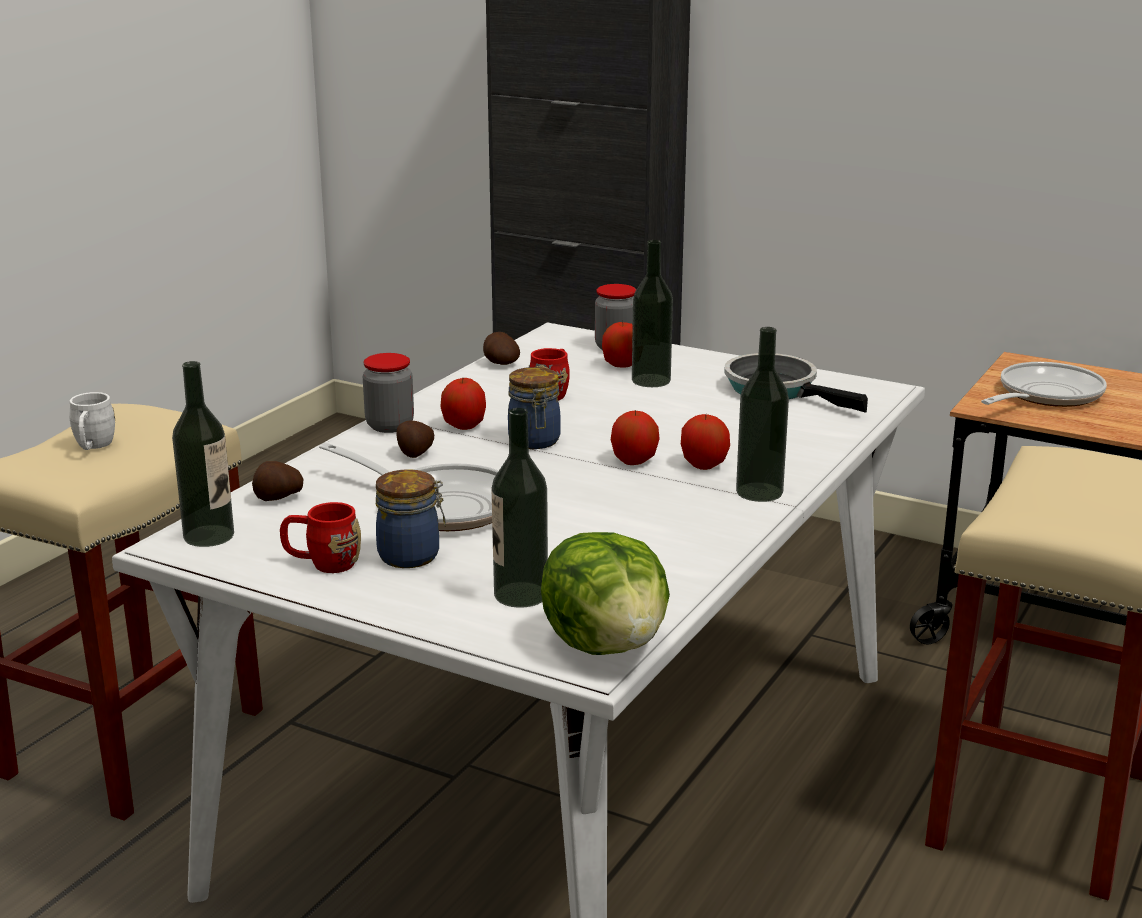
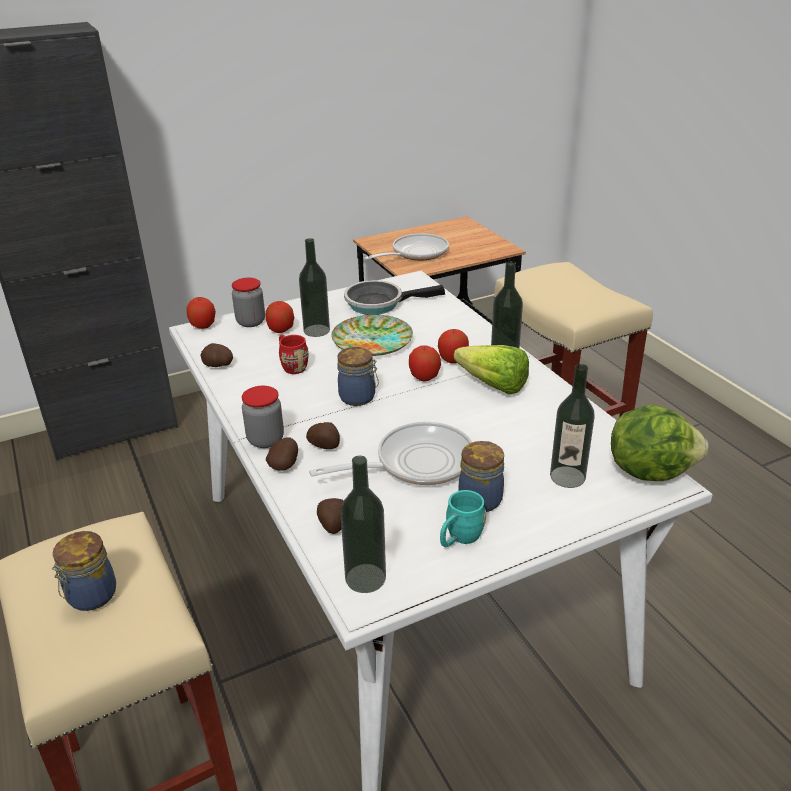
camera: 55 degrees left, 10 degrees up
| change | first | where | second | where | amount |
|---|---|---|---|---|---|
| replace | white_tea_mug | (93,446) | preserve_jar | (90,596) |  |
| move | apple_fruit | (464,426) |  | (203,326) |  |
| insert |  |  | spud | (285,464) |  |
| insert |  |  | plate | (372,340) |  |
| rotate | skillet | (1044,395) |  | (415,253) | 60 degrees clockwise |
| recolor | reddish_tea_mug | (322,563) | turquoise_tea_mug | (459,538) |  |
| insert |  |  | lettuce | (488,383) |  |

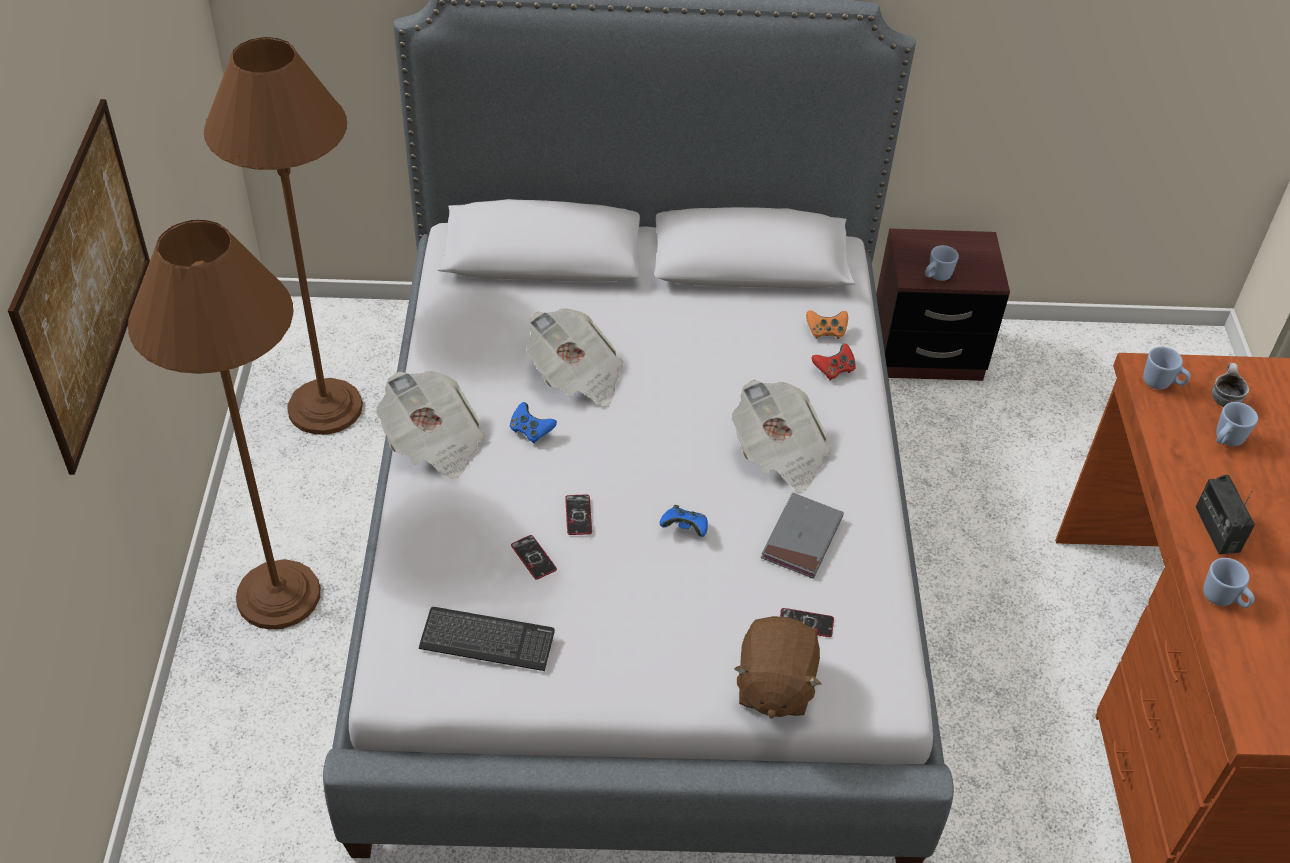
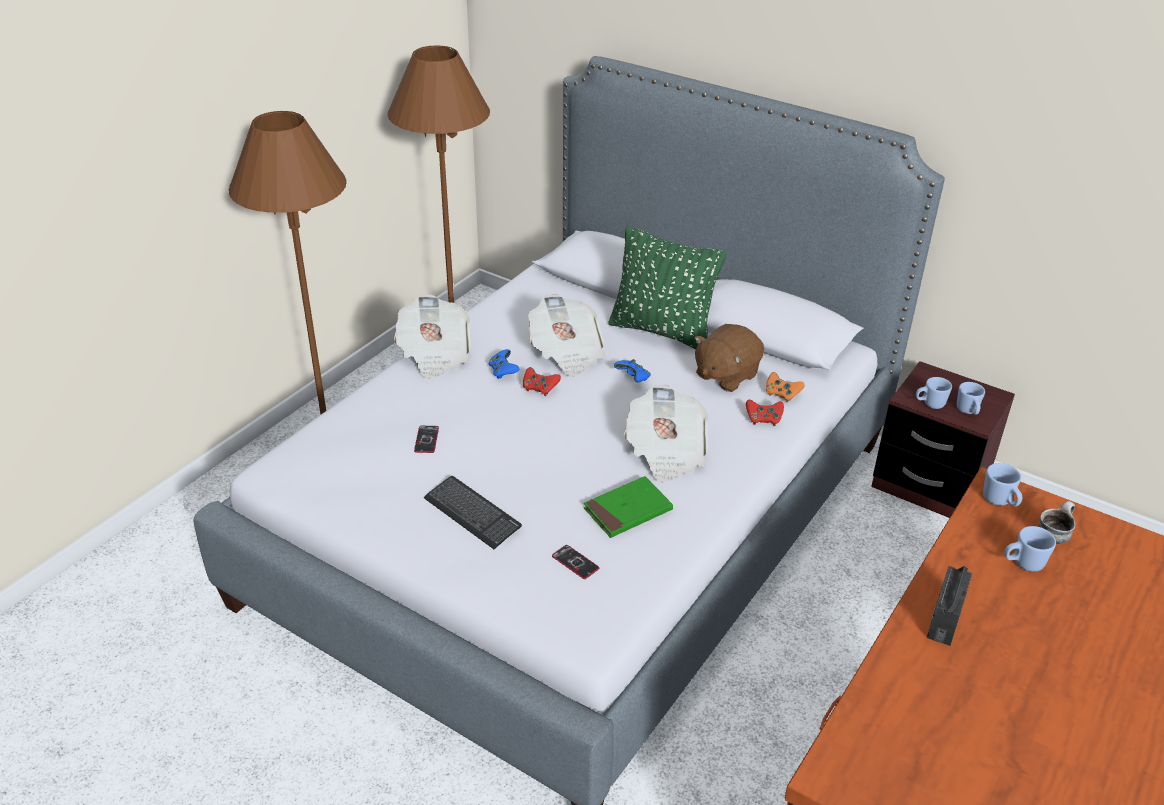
camera: 35 degrees right, 10 degrees down
| change | first | where | second | where | amount |
|---|---|---|---|---|---|
| move | keyboard | (487,641) |  | (472,514) |  |
| insert |  |  | reddish_joypad | (539,388) |  |
| recolor | greyish_volume | (802,538) | greenish_volume | (628,510) |  |
| insert |  |  | greenish_pillow | (662,331) |  |
| move | blue-coloured_joypad | (685,529) |  | (633,378) |  |
| move | brown_cuddly_toy | (773,686) |  | (725,375) |  |
| move | blue-coloured_tea_mug | (1223,600) |  | (968,411) |  |
| delete | wall_art | (85,283) |  |  |  |
| delete | telephone | (578,515) |  |  |  |

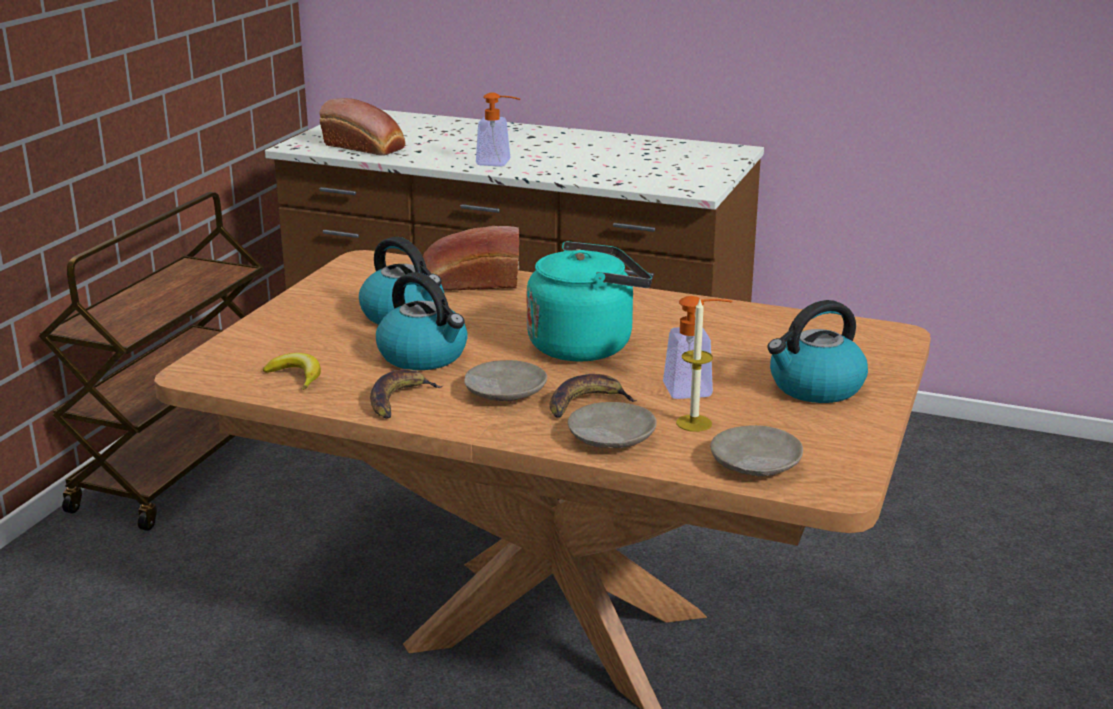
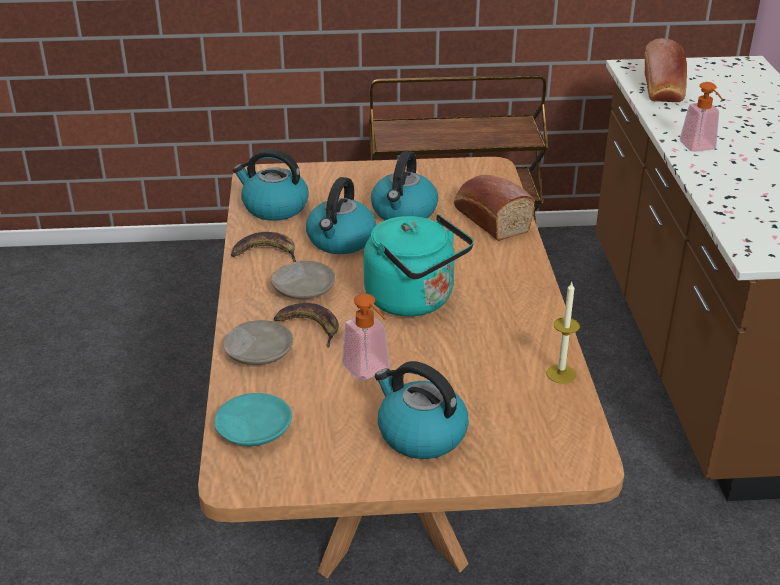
camera: 65 degrees right, 10 degrees up
| change | first | where | second | where | amount |
|---|---|---|---|---|---|
| recolor | beige-coloured_plate | (754,464) | turquoise_plate | (253,429) |  |
| replace | banana_fruit | (296,377) | water_kettle | (274,207) |  |
| move | wax_light | (694,423) |  | (561,374) |  |

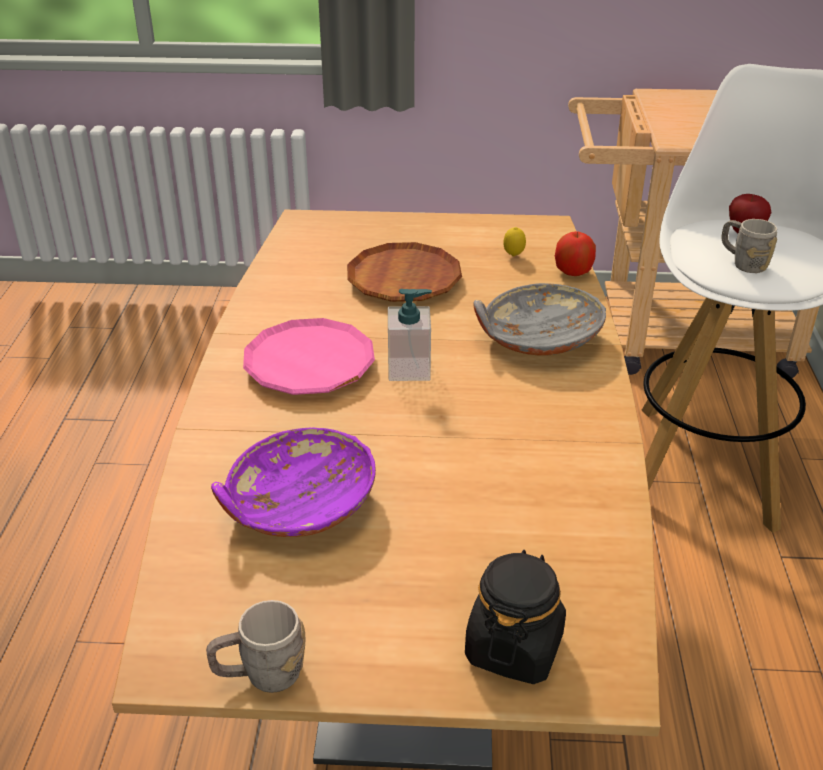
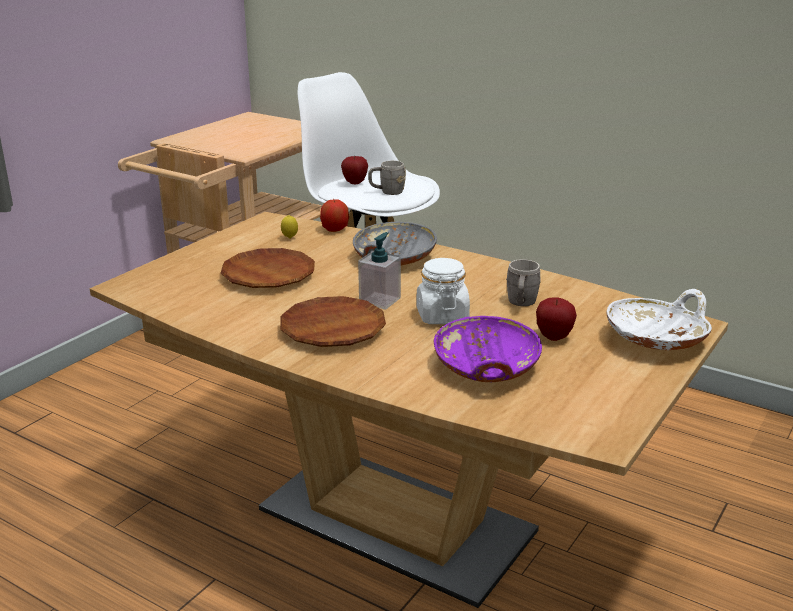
camera: 60 degrees left, 10 degrees down
| change | first | where | second | where | amount |
|---|---|---|---|---|---|
| recolor | pink_plate | (309,364) | brown_plate | (333,329) |  |
| insert |  |  | white_preserve_jar | (442,316) |  |
| move | greyish_tea_mug | (261,675) |  | (521,304) |  |
| insert |  |  | apple_fruit | (554,337) |  |
| replace | black_preserve_jar | (514,647) | white_deep_dish | (657,339) |  |

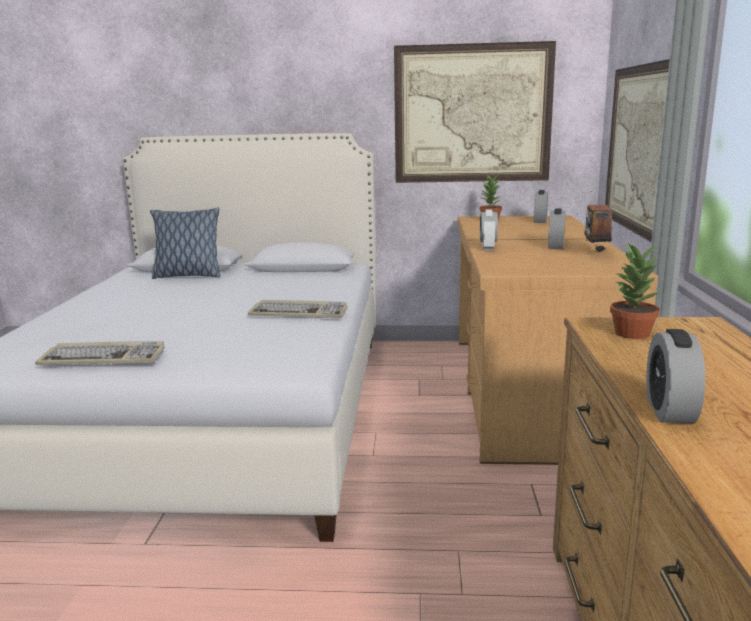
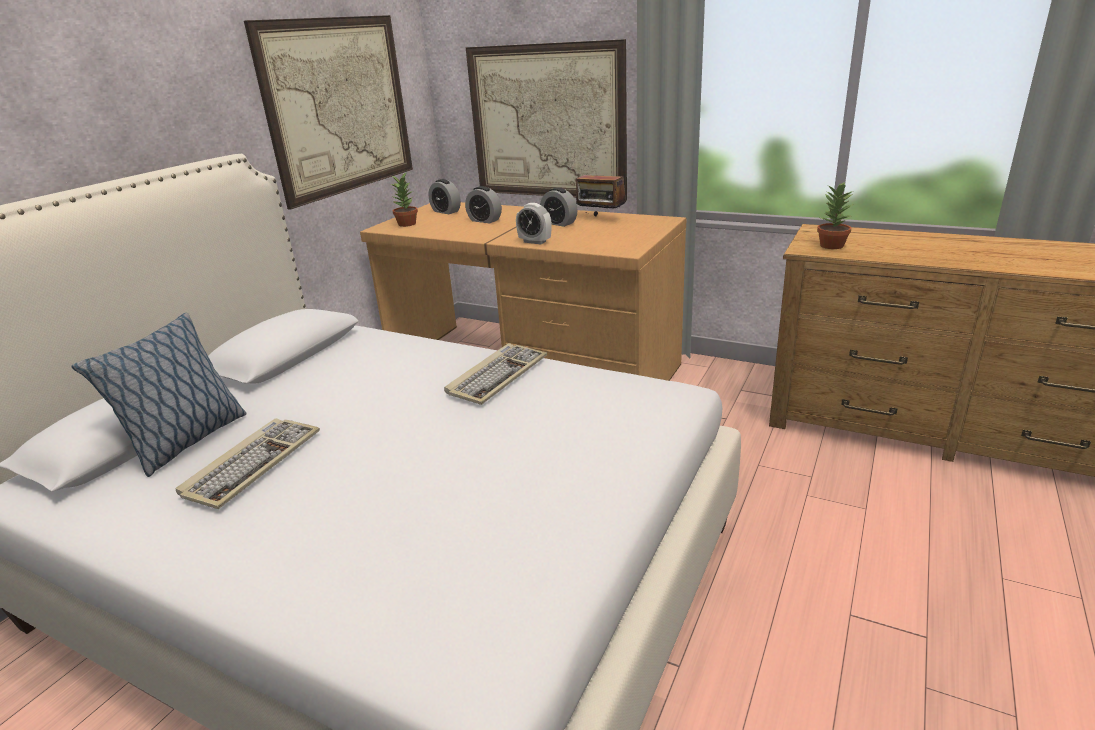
camera: 65 degrees left, 10 degrees up
| change | first | where | second | where | amount |
|---|---|---|---|---|---|
| move | keyboard | (105,358) |  | (252,464) |  |
| move | table_clock | (670,410) |  | (484,220) |  |

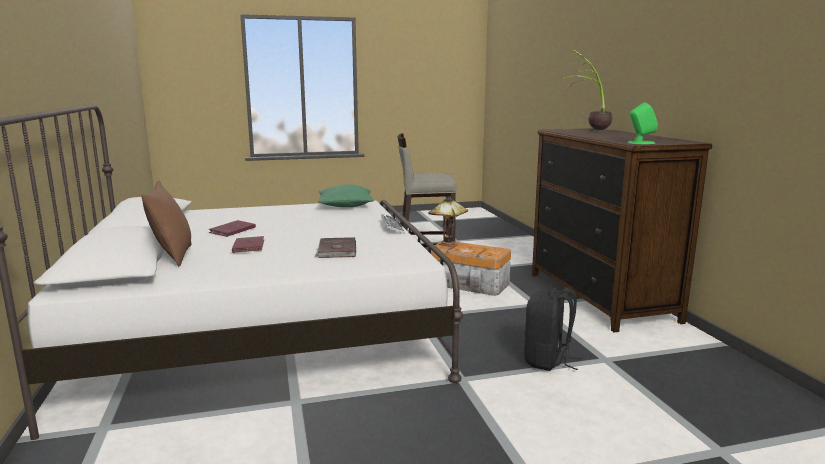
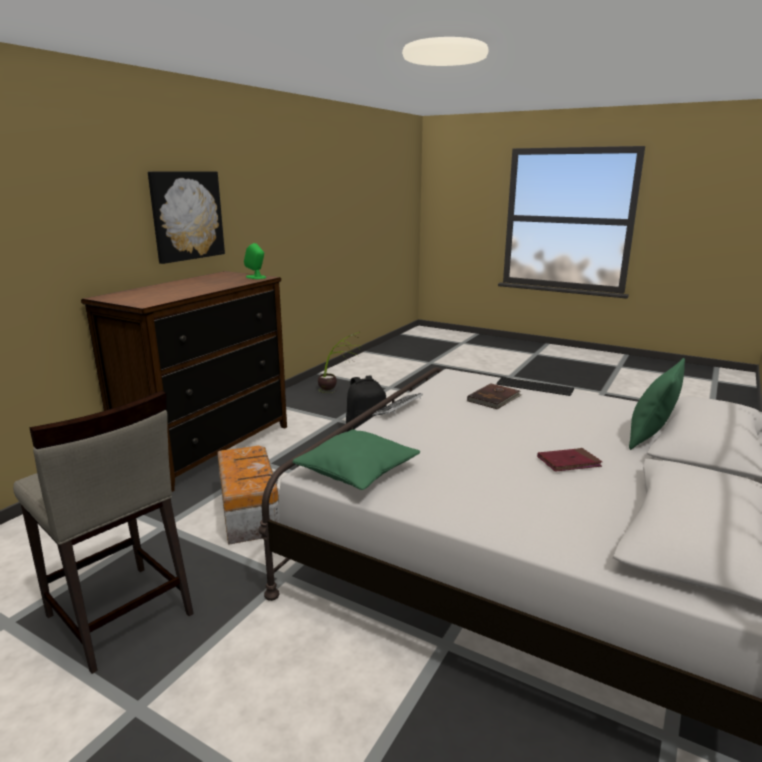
camera: 135 degrees left, 5 degrees up
| change | first | where | second | where | amount |
|---|---|---|---|---|---|
| insert |  |  | wall_art | (187,216) |  |
| move | houseplant | (588,130) |  | (337,391) |  |
| insert |  |  | keyboard | (535,387) |  |
| recolor | brown_pillow | (173,256) | greenish_pillow | (650,437) |  |
| delete | reddish_volume | (248,247) |  |  |  |
| delete | lamp_for_a_table | (448,244) |  |  |  |

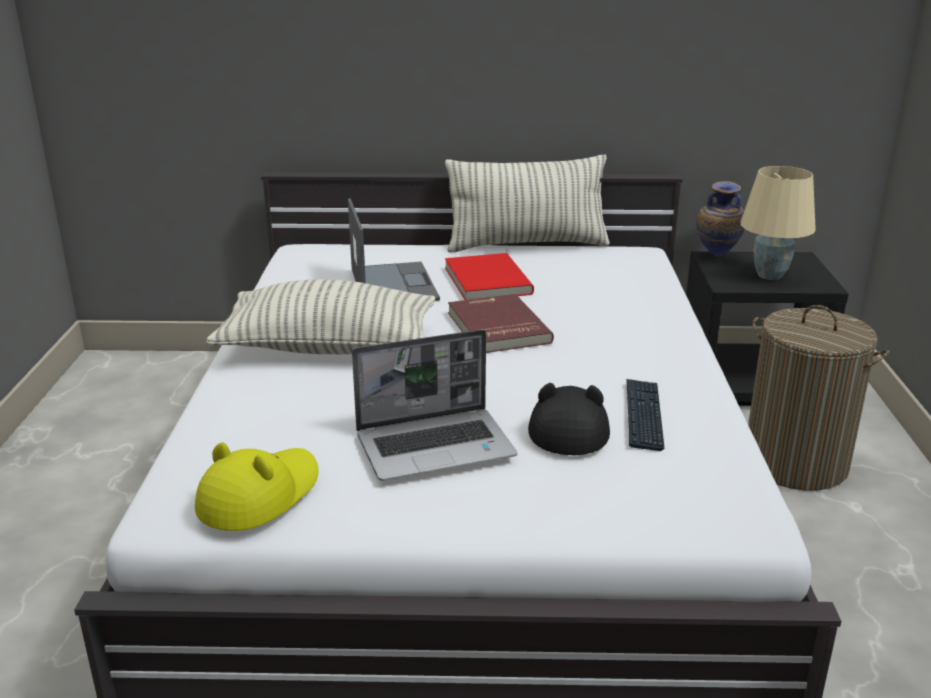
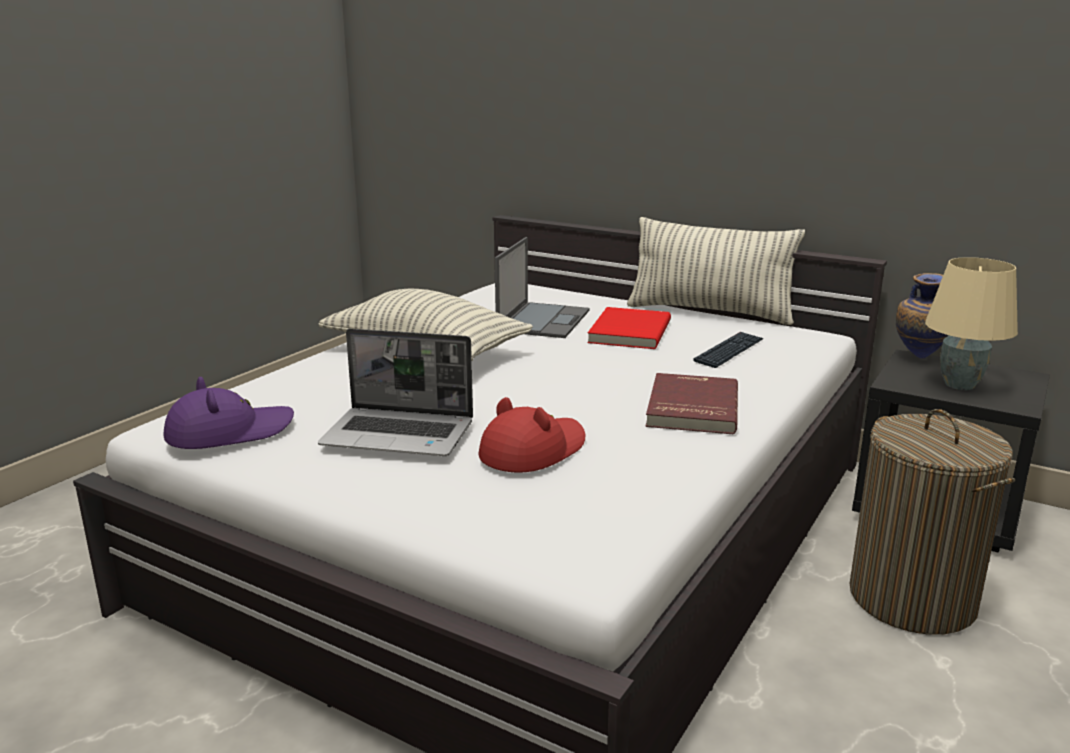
camera: 30 degrees right, 5 degrees down
| change | first | where | second | where | amount |
|---|---|---|---|---|---|
| recolor | yellow_hat | (259,495) | purplish_hat | (229,432) |  |
| recolor | black_hat | (568,427) | reddish_hat | (533,450) |  |
| move | reddish_volume | (496,328) |  | (690,407) |  |
| move | keyboard | (643,415) |  | (729,351) |  |

